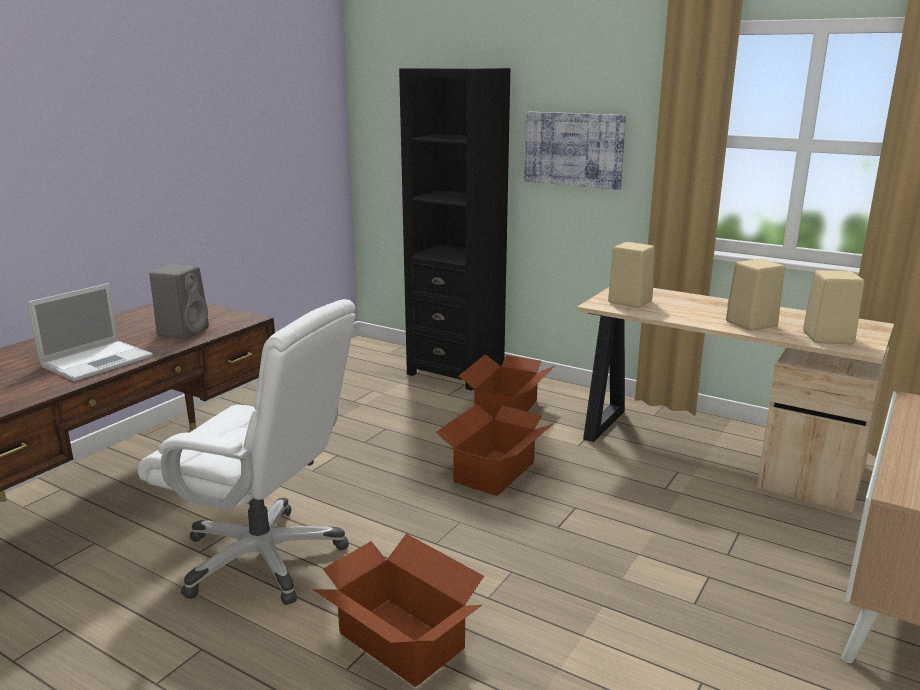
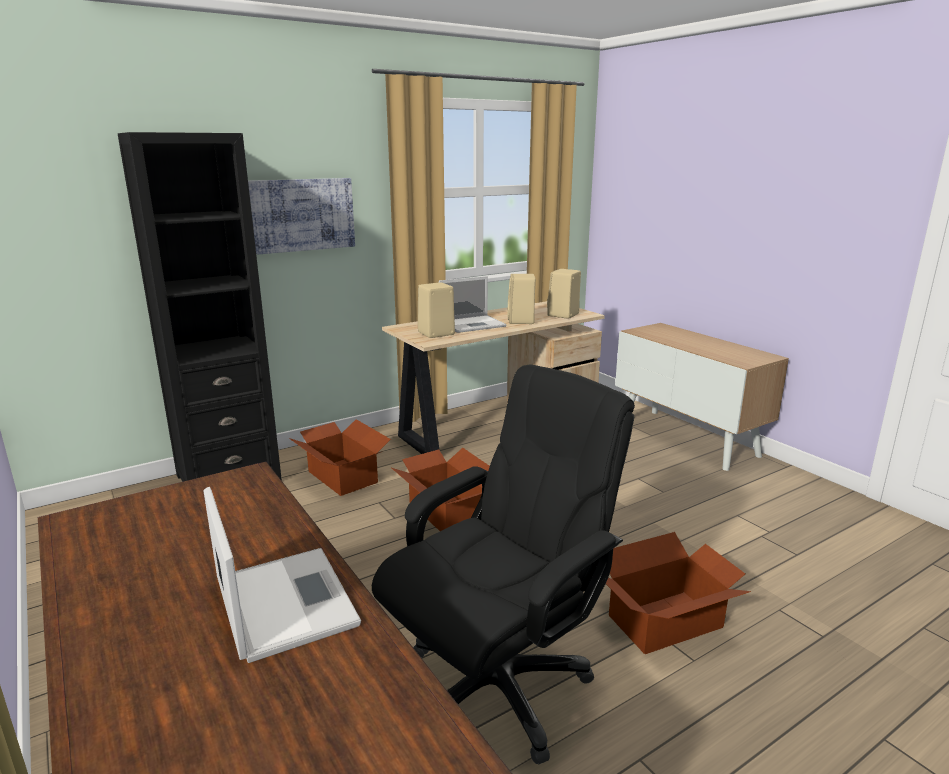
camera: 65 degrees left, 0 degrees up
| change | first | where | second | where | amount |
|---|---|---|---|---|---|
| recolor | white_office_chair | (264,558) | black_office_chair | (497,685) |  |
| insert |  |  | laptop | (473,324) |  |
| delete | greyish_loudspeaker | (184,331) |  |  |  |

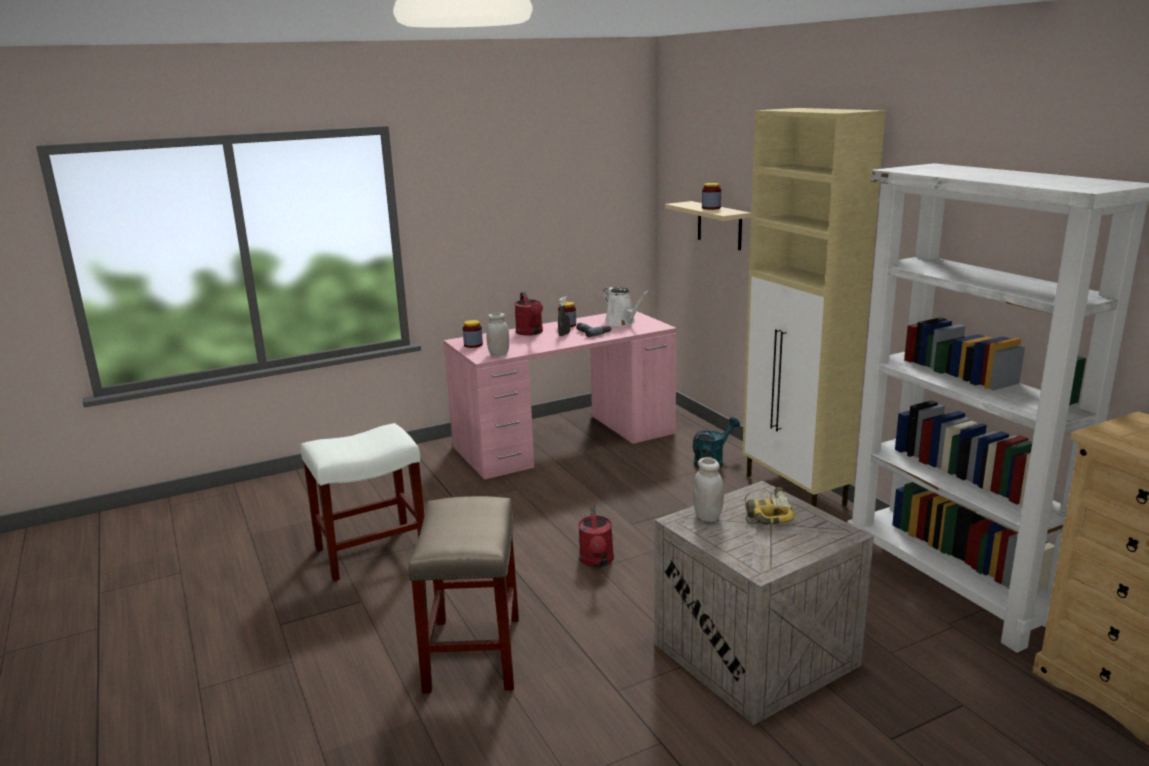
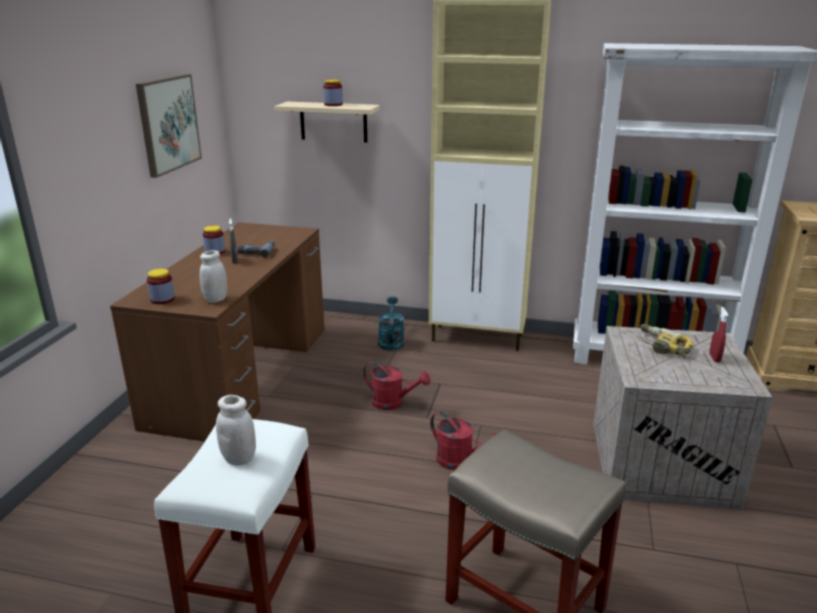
camera: 50 degrees left, 5 degrees up
| change | first | where | second | where | amount |
|---|---|---|---|---|---|
| recolor | pink_desk_table | (566,440) | brown_desk_table | (243,373) |  |
| insert |  |  | wall_art | (168,124) |  |
| move | white_preserve_jar | (707,516) |  | (239,458) |  |
| move | reddish_watering_pot | (531,333) |  | (393,403) |  |
| insert |  |  | reddish_spray_bottle | (714,358) |  |
| delete | white_watering_pot | (622,322) |  |  |  |

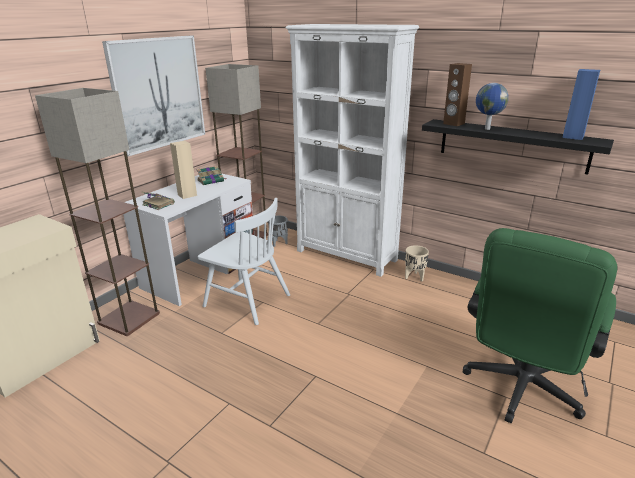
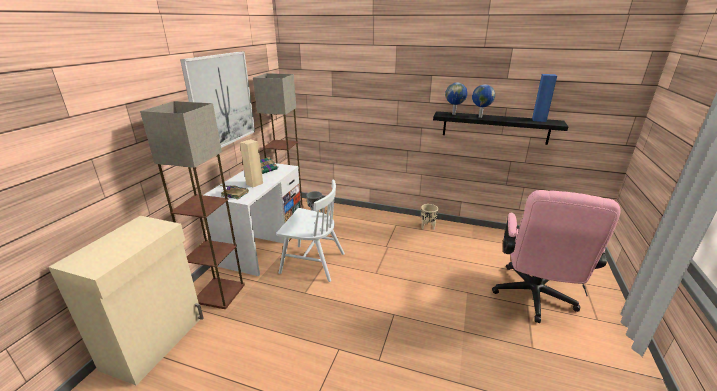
camera: 15 degrees left, 0 degrees up
| change | first | where | second | where | amount |
|---|---|---|---|---|---|
| replace | brown_loudspeaker | (453,124) | globe | (454,114) |  |
| recolor | greenish_office_chair | (519,390) | pink_office_chair | (533,298) |  |
| delete | white_bookcase | (347,255) |  |  |  |

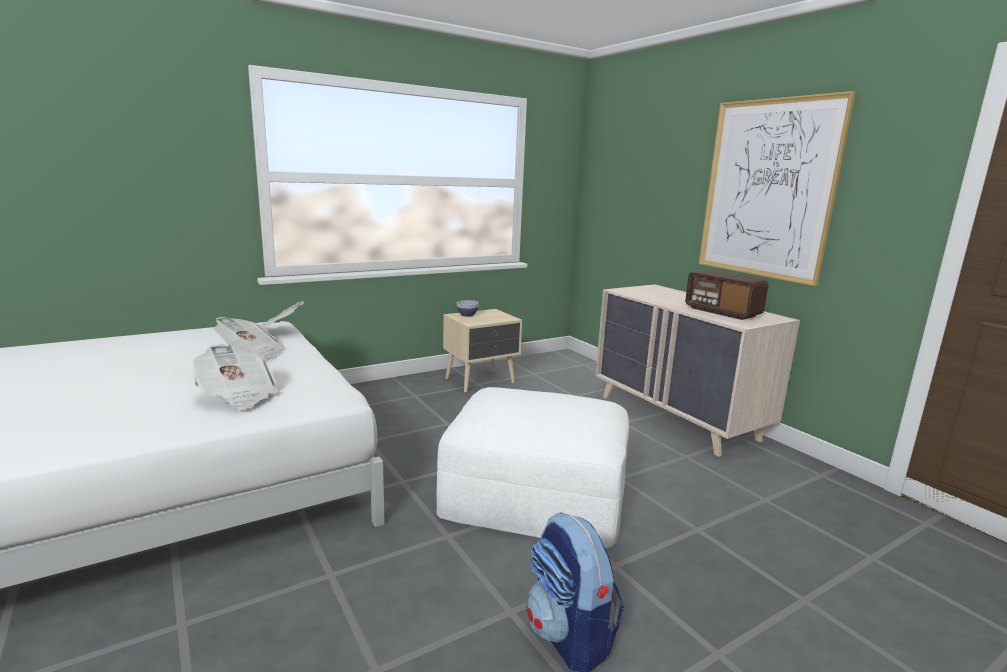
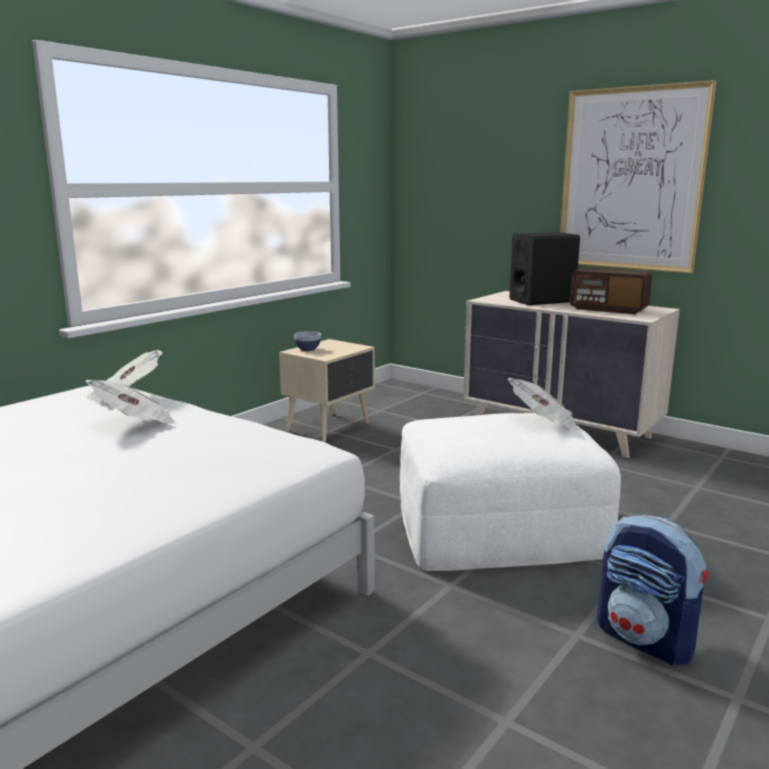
camera: 20 degrees left, 0 degrees up
| change | first | where | second | where | amount |
|---|---|---|---|---|---|
| move | printed_paper | (237,395) |  | (543,422) |  |
| insert |  |  | black_loudspeaker | (542,301) |  |

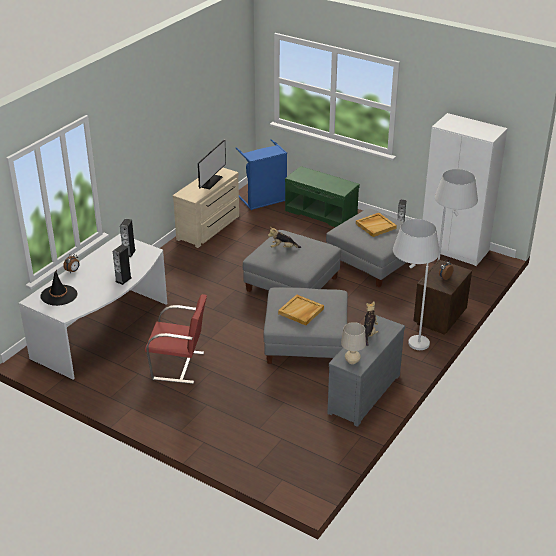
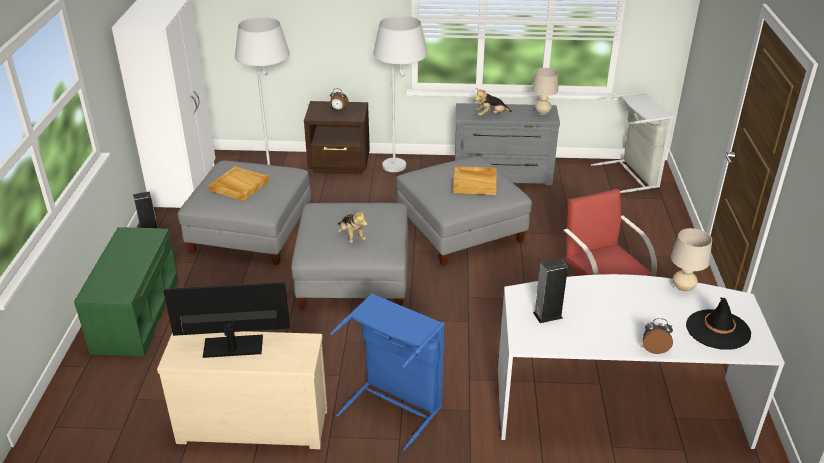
camera: 120 degrees left, 0 degrees up
| change | first | where | second | where | amount |
|---|---|---|---|---|---|
| move | blue-coloured_washing_basket | (264,200) |  | (395,405) |  |
| insert |  |  | greyish_washing_basket | (631,175) |  |
| insert |  |  | beige-coloured_lamp_for_a_table | (683,287) |  |
| delete | loudspeaker | (123,279) |  |  |  |

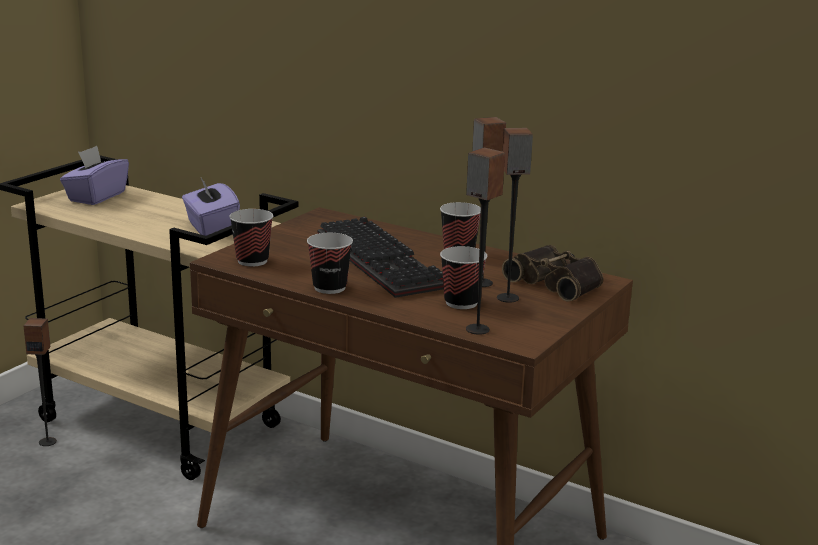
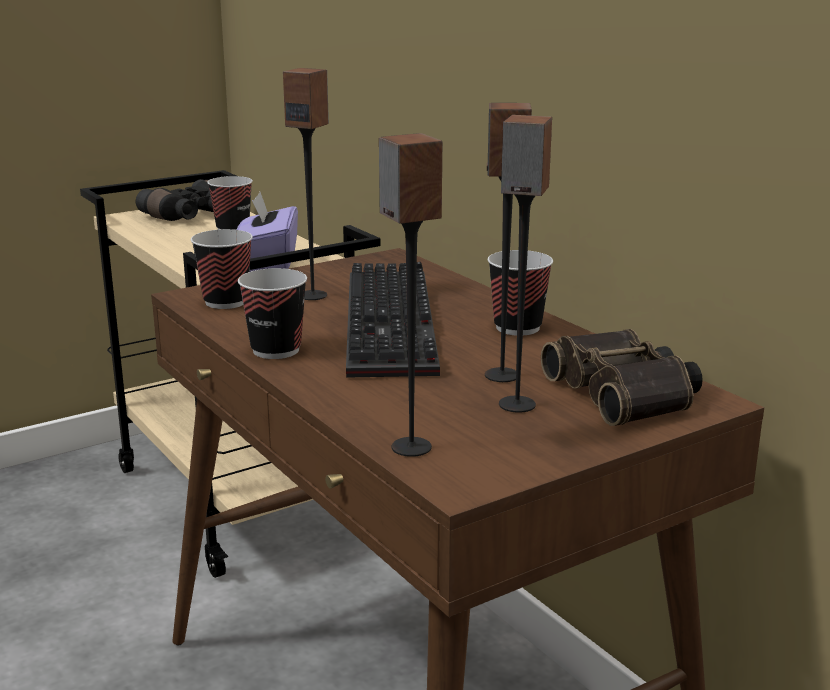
camera: 25 degrees right, 0 degrees up
| change | first | where | second | where | amount |
|---|---|---|---|---|---|
| replace | purplish_tissue_holder | (96,197) | black_pair_of_binoculars | (191,215) |  |
| move | small_cup | (461,303) |  | (233,229) |  |
| move | loudspeaker | (48,441) |  | (313,295) |  |

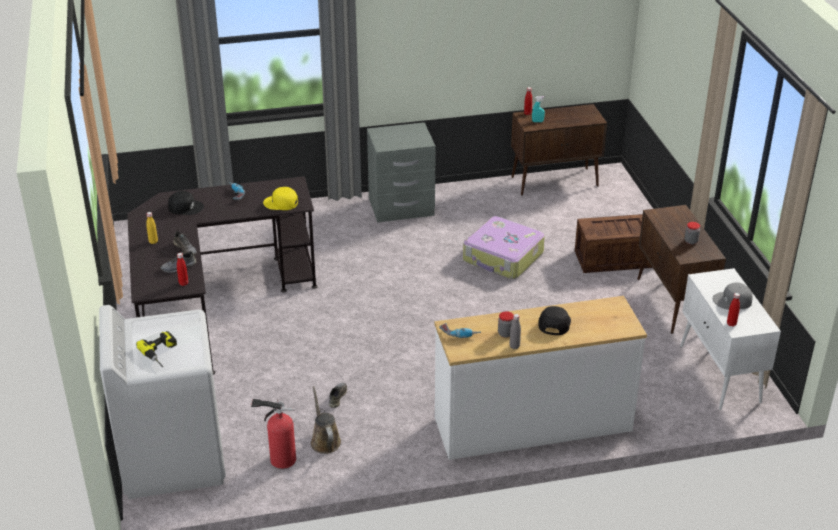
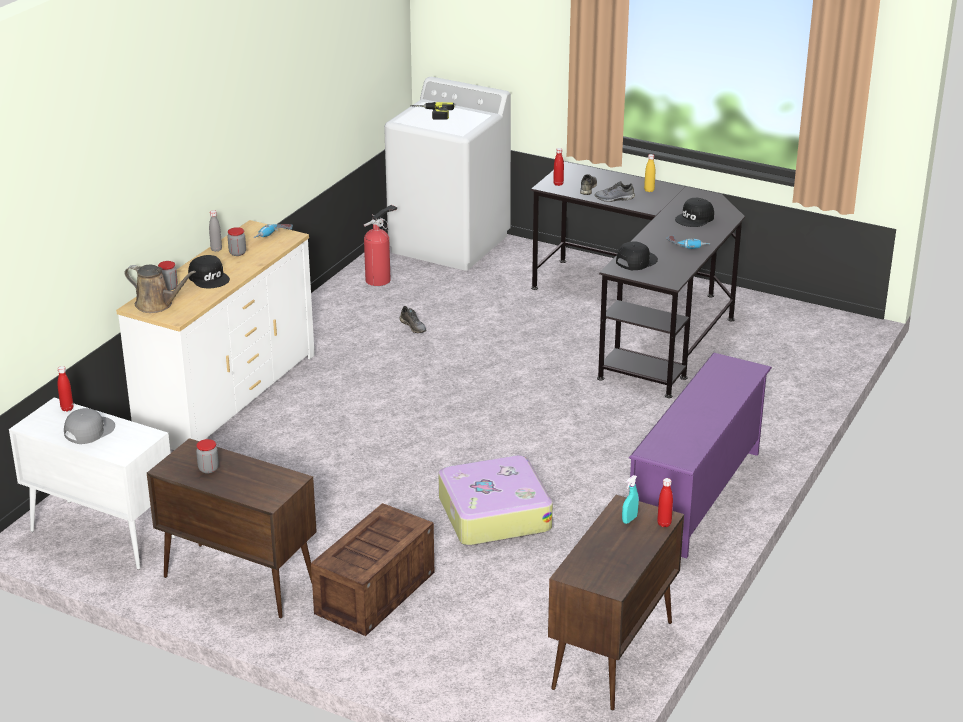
camera: 130 degrees right, 5 degrees down
| change | first | where | second | where | amount |
|---|---|---|---|---|---|
| move | brown_watering_pot | (324,440) |  | (157,305) |  |
| insert |  |  | preserve_jar | (169,287) |  |
| recolor | yellow_peaked_cap | (281,203) | black_peaked_cap | (636,261) |  |
| replace | greyish_night_table | (401,207) | purplish_shoe_shelf | (697,496) |  |

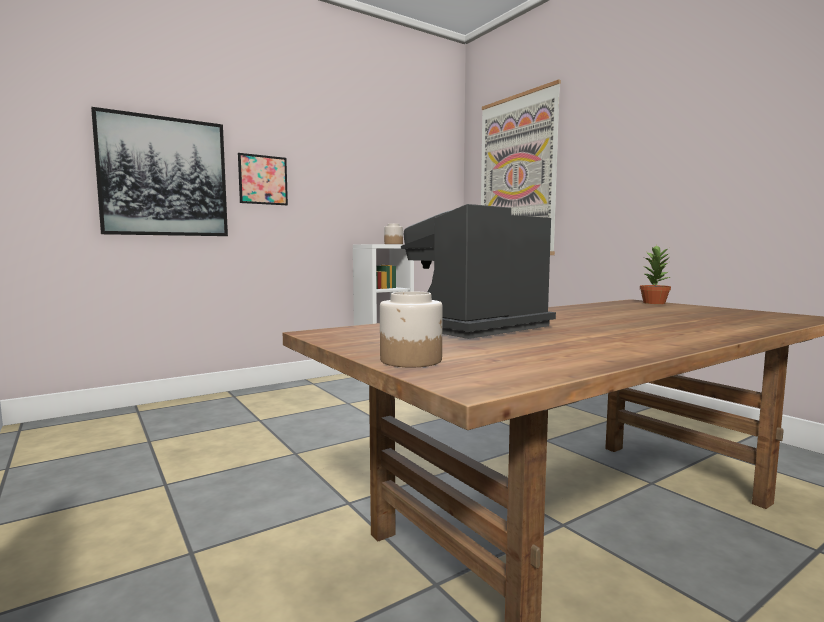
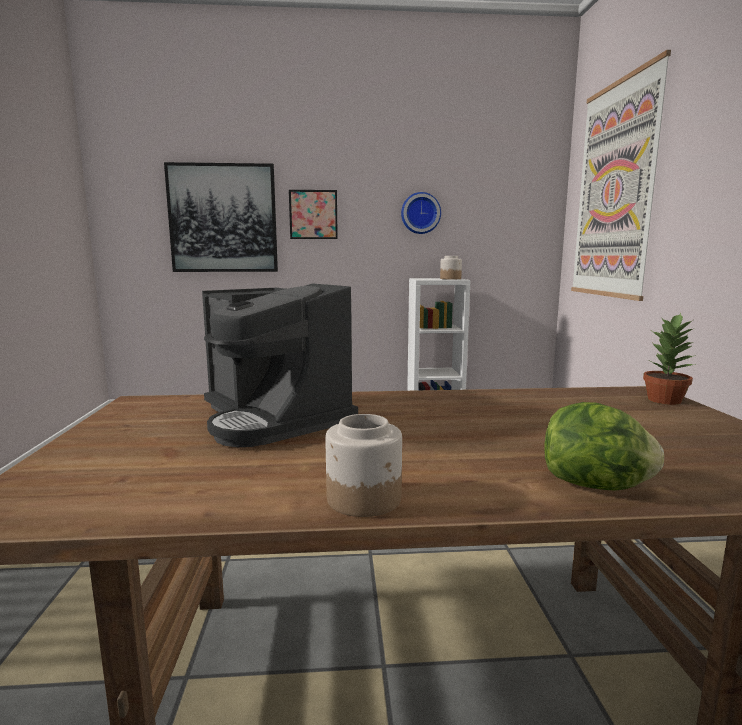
camera: 30 degrees right, 5 degrees up
| change | first | where | second | where | amount |
|---|---|---|---|---|---|
| rotate | coffee_brewer | (474,328) |  | (274,418) | 120 degrees counterclockwise |
| move | preserve_jar | (411,360) |  | (365,499) |  |
| insert |  |  | hanging_clock | (420,213) |  |
| insert |  |  | lettuce | (595,486) |  |

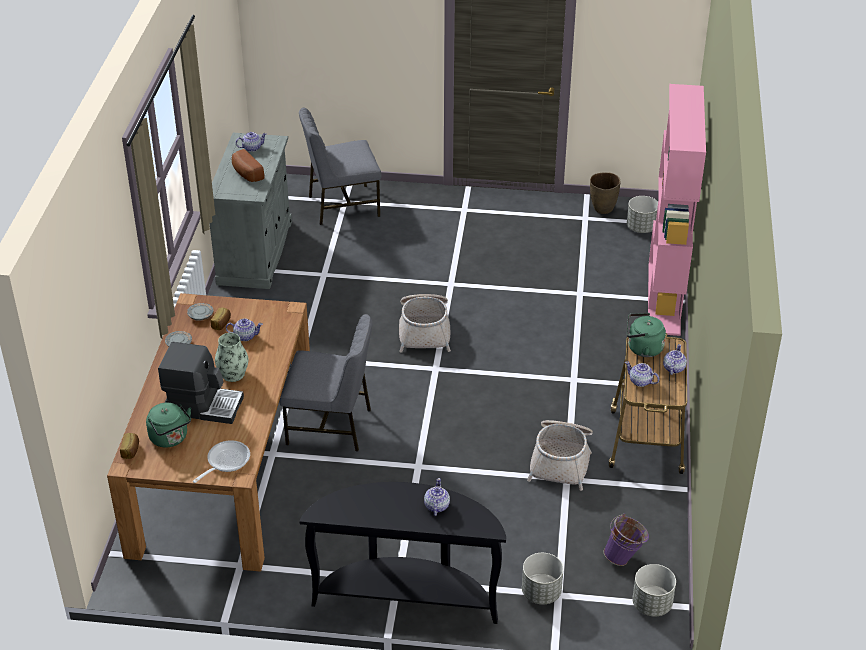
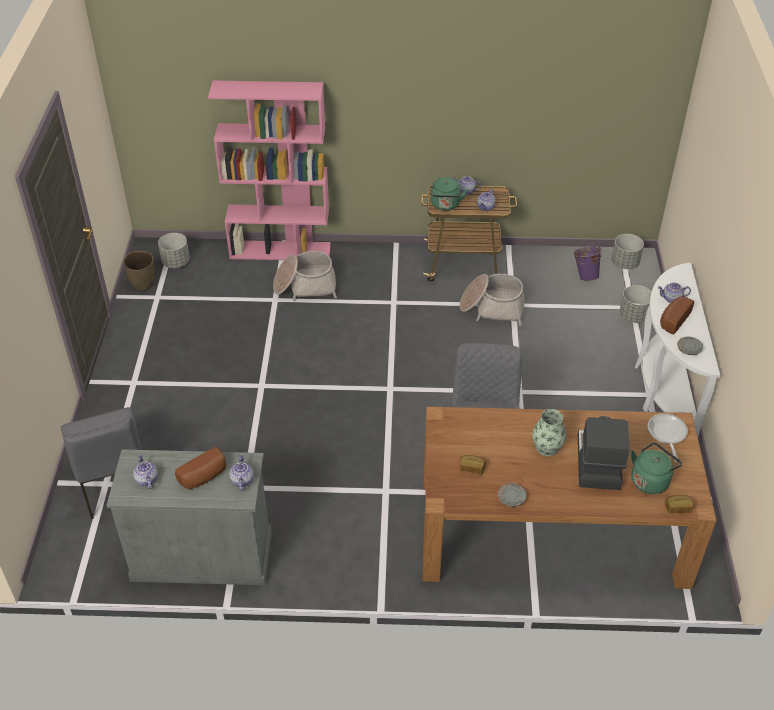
camera: 95 degrees left, 5 degrees up
| change | first | where | second | where | amount |
|---|---|---|---|---|---|
| move | teapot | (245,336) |  | (242,480) |  |
| move | household_basket | (424,330) |  | (305,286) |  |
| recolor | black_hall_table | (407,595) | white_hall_table | (663,388) |  |
| rotate | skillet | (225,461) |  | (667,434) | 60 degrees clockwise |
| insert |  |  | bakery_bread | (673,320) |  |
| move | greyish_plate | (200,315) |  | (689,349) |  |

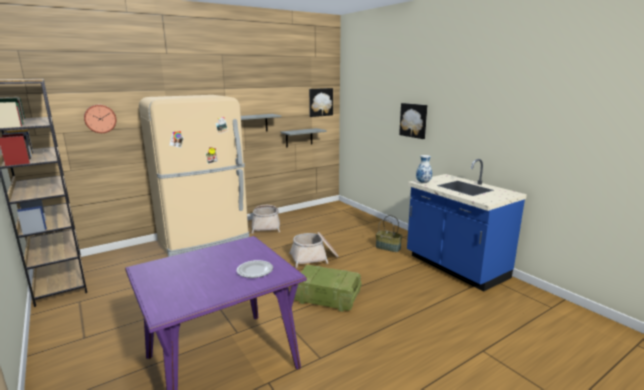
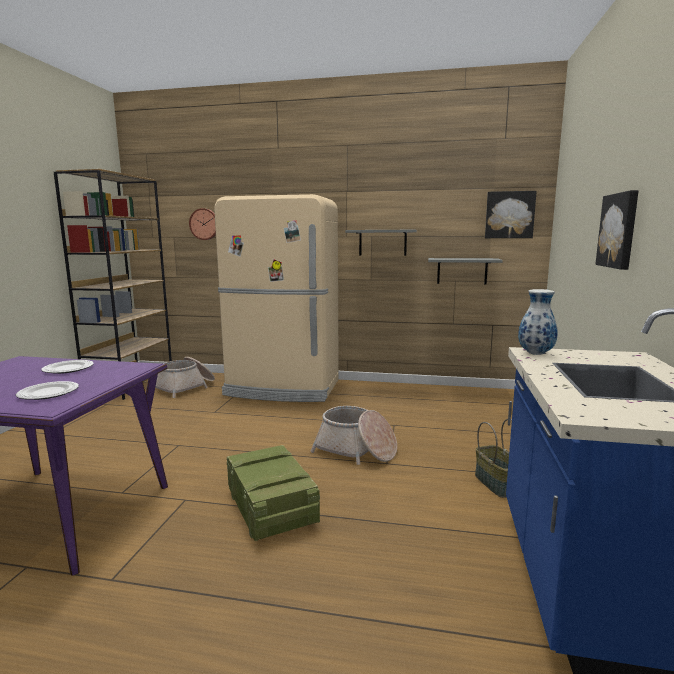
camera: 45 degrees right, 5 degrees down
| change | first | where | second | where | amount |
|---|---|---|---|---|---|
| insert |  |  | plate | (68,368) |  |
| move | household_basket | (266,226) |  | (186,387) |  |

